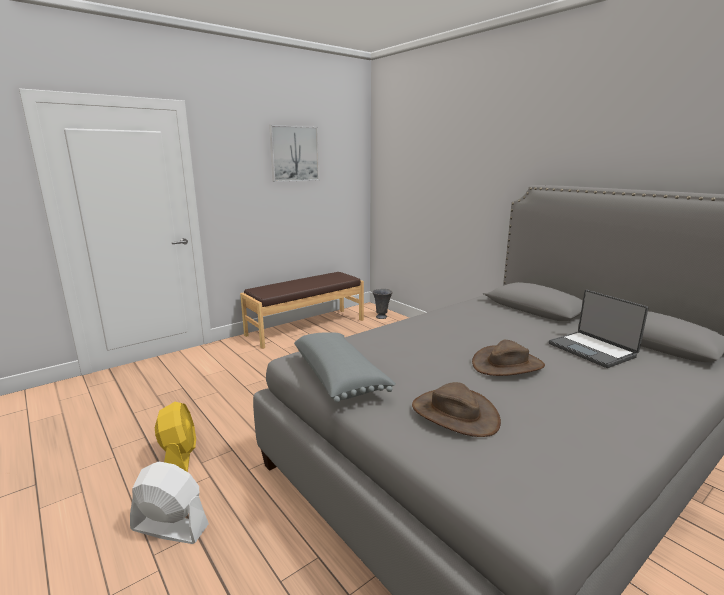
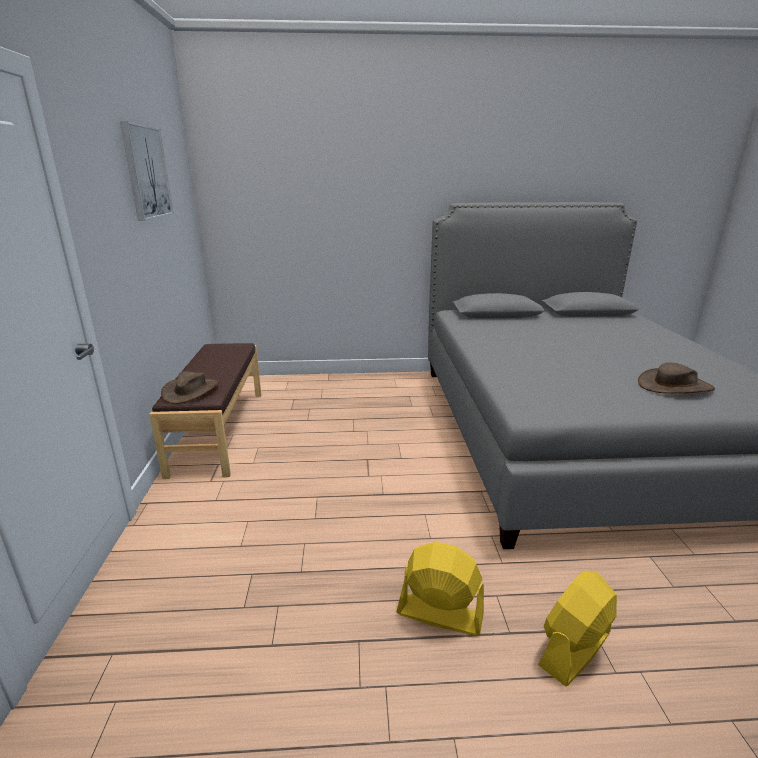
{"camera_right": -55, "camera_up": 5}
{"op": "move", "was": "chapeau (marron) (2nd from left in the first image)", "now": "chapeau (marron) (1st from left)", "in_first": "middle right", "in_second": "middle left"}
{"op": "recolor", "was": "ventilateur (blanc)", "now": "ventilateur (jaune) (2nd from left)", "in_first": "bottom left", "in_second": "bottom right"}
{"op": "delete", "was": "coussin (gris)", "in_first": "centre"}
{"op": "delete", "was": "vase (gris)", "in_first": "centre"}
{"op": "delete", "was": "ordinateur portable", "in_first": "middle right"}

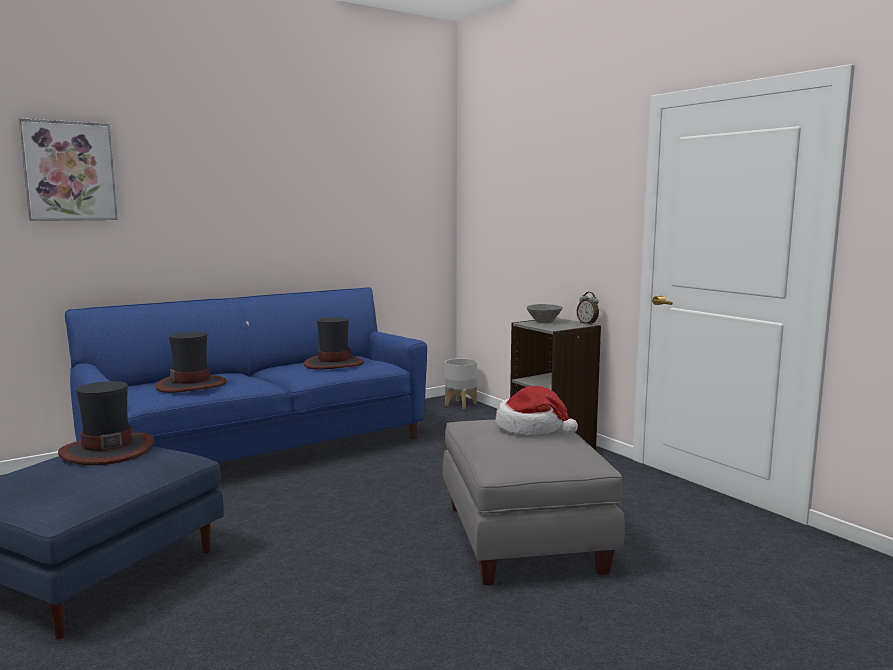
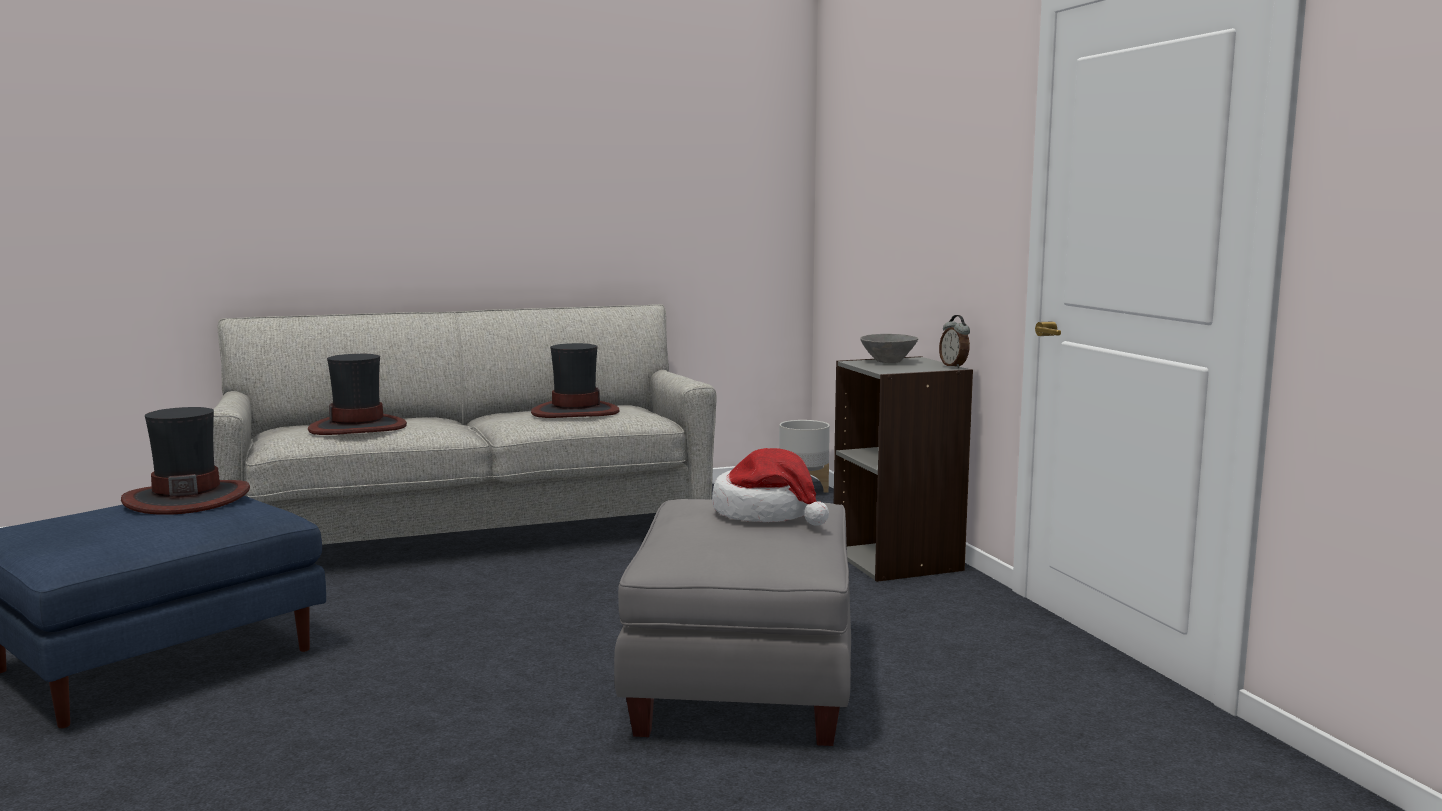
{"camera_right": 15, "camera_up": 0}
{"op": "recolor", "was": "canapé (bleu)", "now": "canapé (gris)", "in_first": "middle left", "in_second": "middle left"}
{"op": "delete", "was": "tableau", "in_first": "top left"}

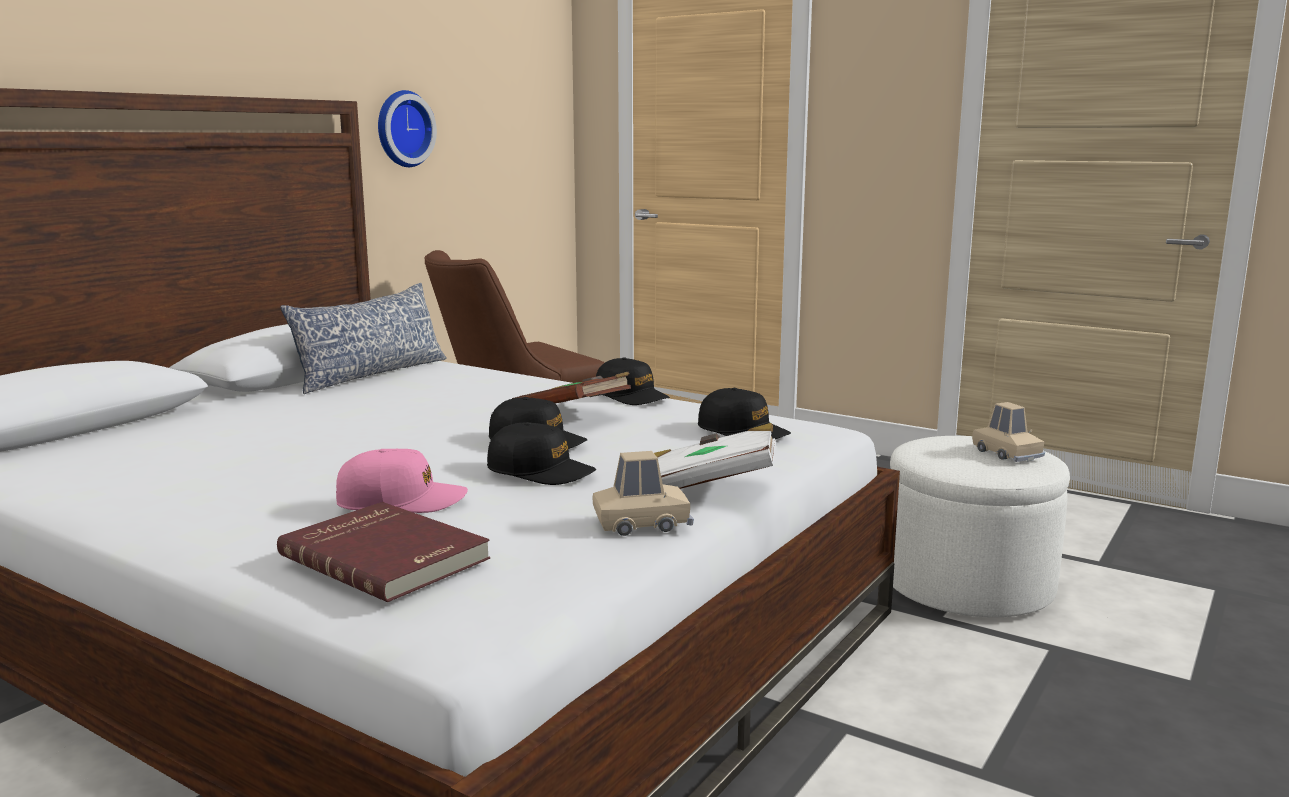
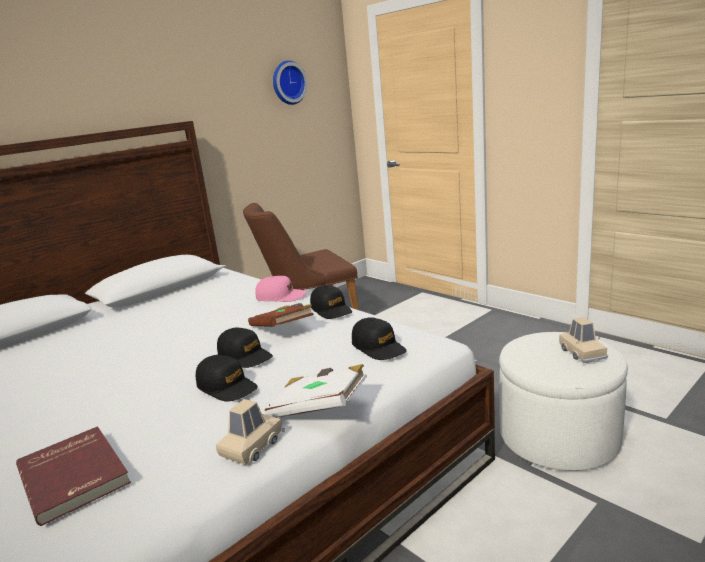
{"camera_right": 15, "camera_up": 5}
{"op": "rotate", "was": "petite voiture (beige) (1st from left)", "in_first": "centre", "in_second": "bottom centre", "clockwise": -60}
{"op": "move", "was": "casquette (rose)", "in_first": "middle left", "in_second": "centre"}
{"op": "move", "was": "horloge murale", "in_first": "top left", "in_second": "top centre"}
{"op": "delete", "was": "coussin", "in_first": "middle left"}

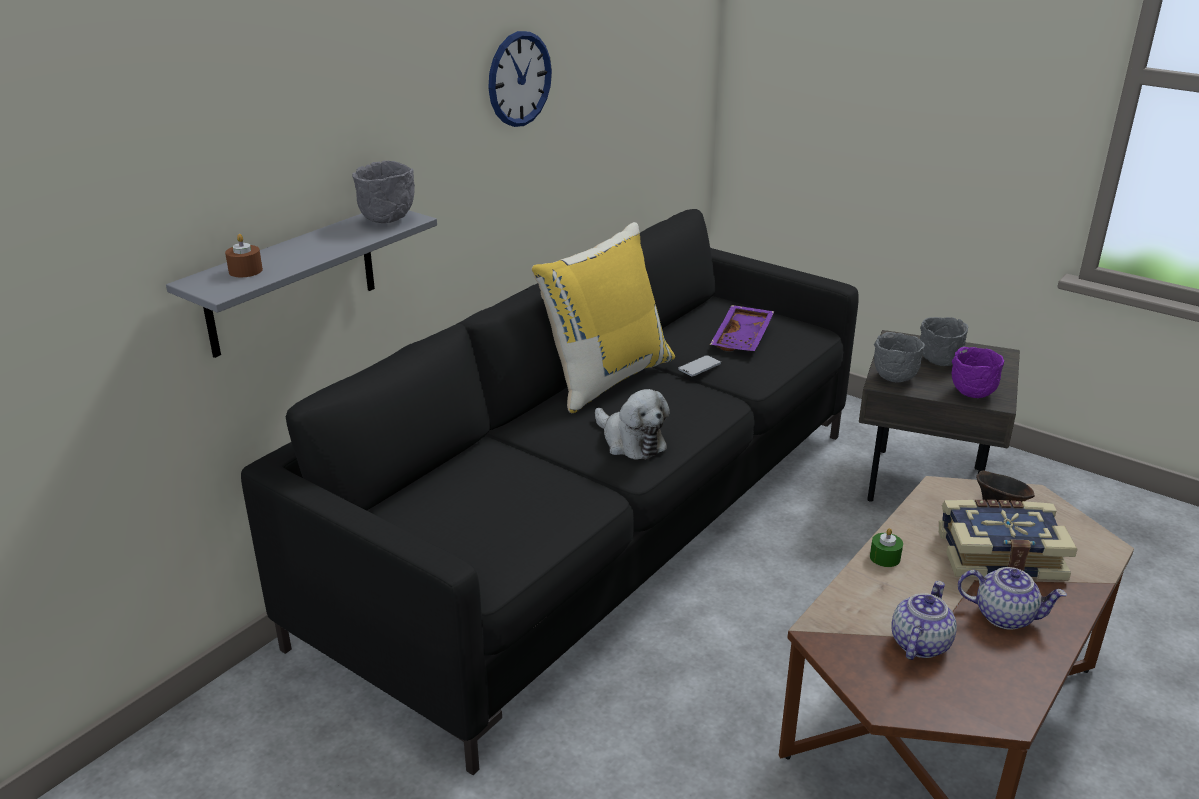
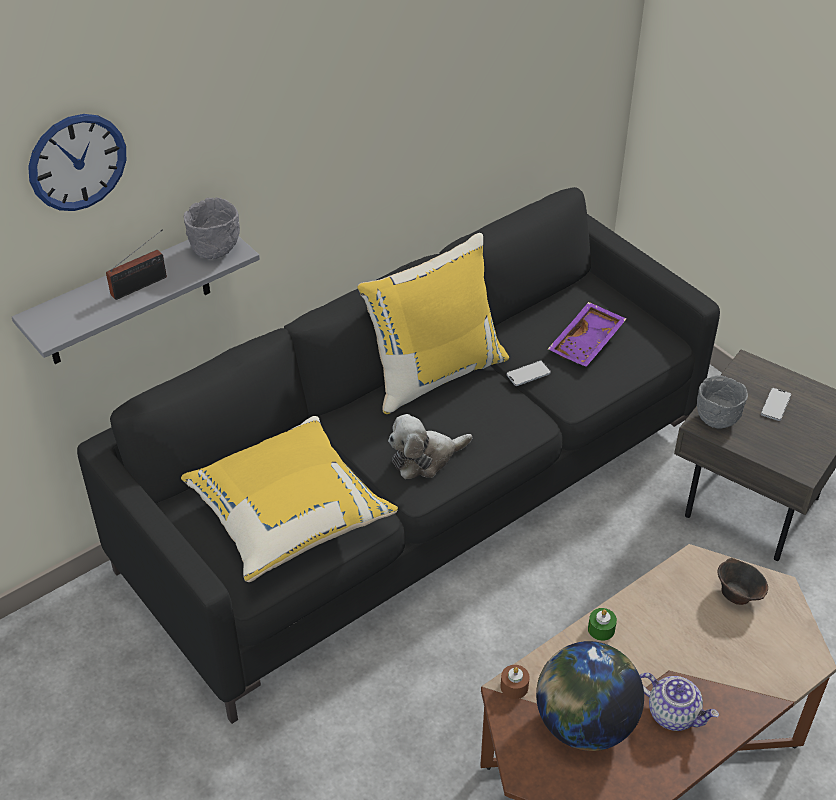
{"camera_right": 15, "camera_up": 15}
{"op": "move", "was": "horloge murale", "in_first": "top centre", "in_second": "top left"}
{"op": "insert", "now": "radio", "in_second": "top left"}
{"op": "insert", "now": "coussin (jaune) (1st from left)", "in_second": "centre"}
{"op": "rotate", "was": "peluche", "in_first": "centre", "in_second": "centre", "clockwise": 90}
{"op": "move", "was": "bougie (marron)", "in_first": "top left", "in_second": "bottom centre"}
{"op": "replace", "was": "théière (1st from left)", "now": "globe", "in_first": "bottom right", "in_second": "bottom right"}
{"op": "replace", "was": "bol (gris) (3rd from left)", "now": "téléphone (2nd from left)", "in_first": "middle right", "in_second": "middle right"}
{"op": "delete", "was": "livre", "in_first": "bottom right"}
{"op": "delete", "was": "bol (violet)", "in_first": "middle right"}

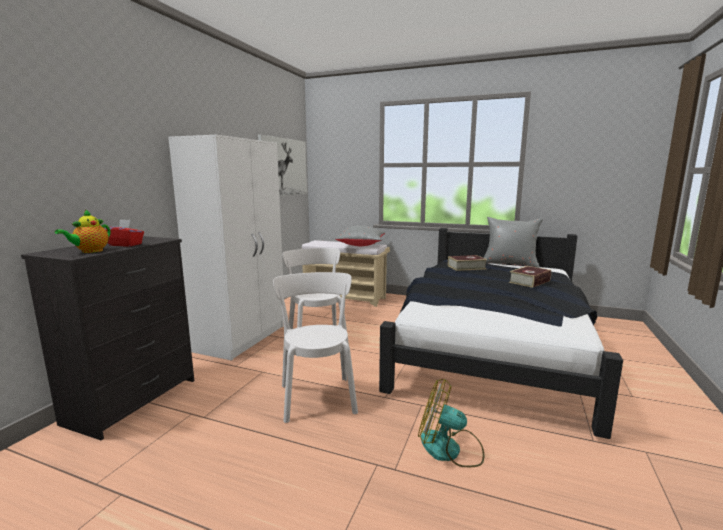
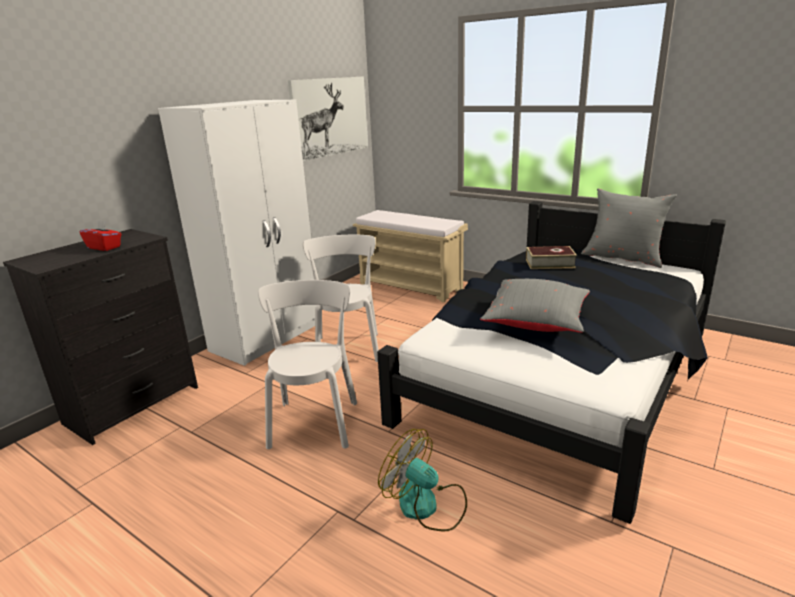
{"camera_right": 15, "camera_up": 10}
{"op": "move", "was": "coussin (gris) (1st from left)", "in_first": "centre", "in_second": "middle right"}
{"op": "delete", "was": "théière", "in_first": "middle left"}
{"op": "delete", "was": "livre (2nd from left)", "in_first": "middle right"}

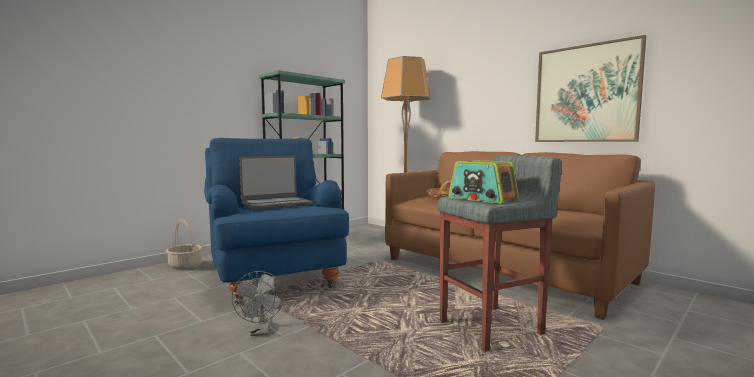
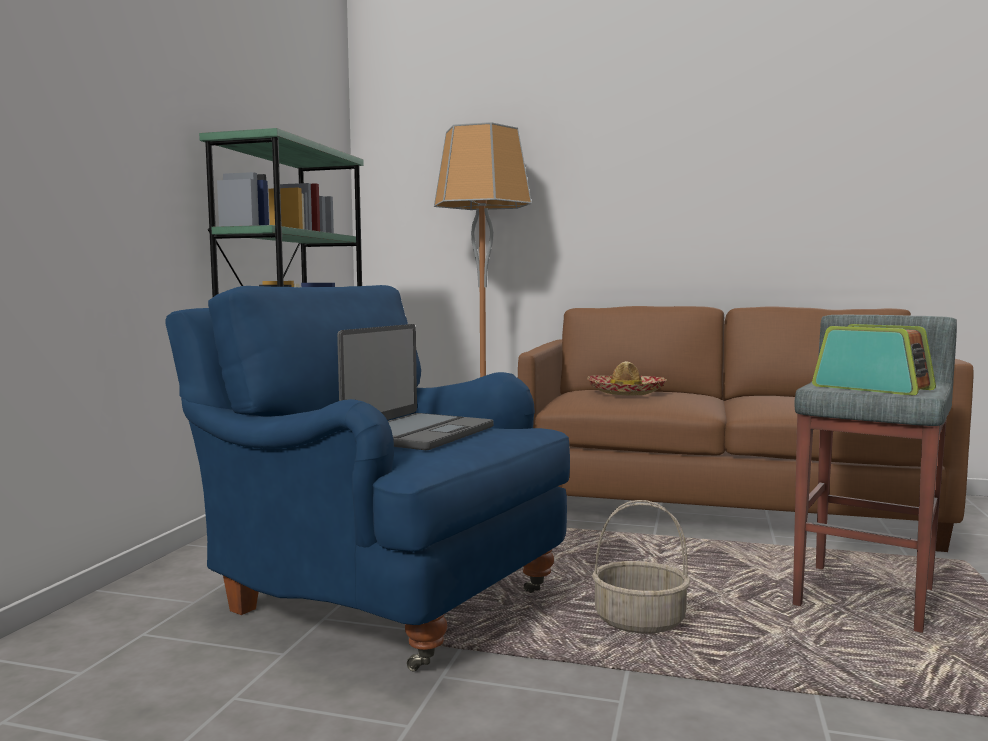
{"camera_right": -30, "camera_up": 0}
{"op": "move", "was": "panier", "in_first": "middle left", "in_second": "bottom centre"}
{"op": "rotate", "was": "radio", "in_first": "centre", "in_second": "middle right", "clockwise": -150}
{"op": "delete", "was": "ventilateur (gris)", "in_first": "bottom centre"}
{"op": "delete", "was": "tableau", "in_first": "top right"}

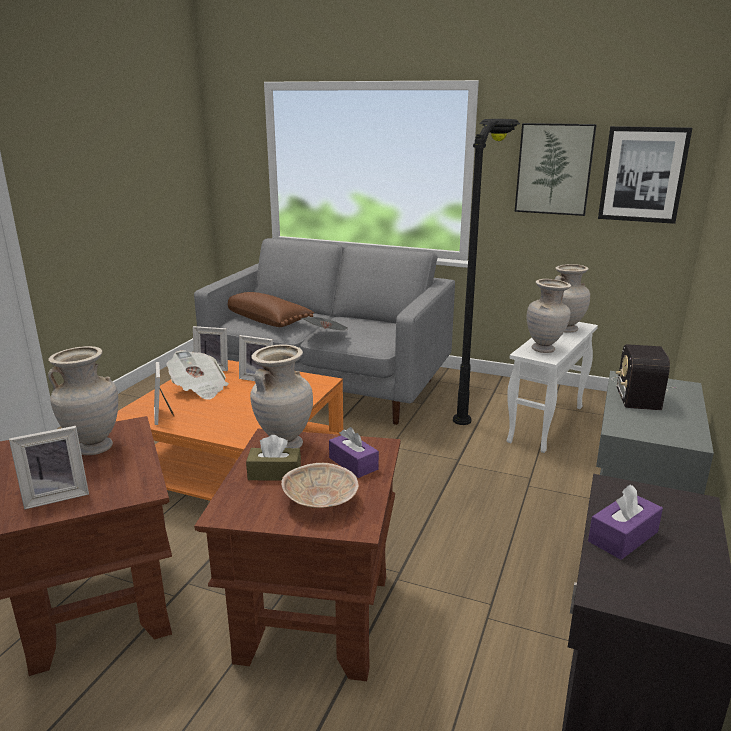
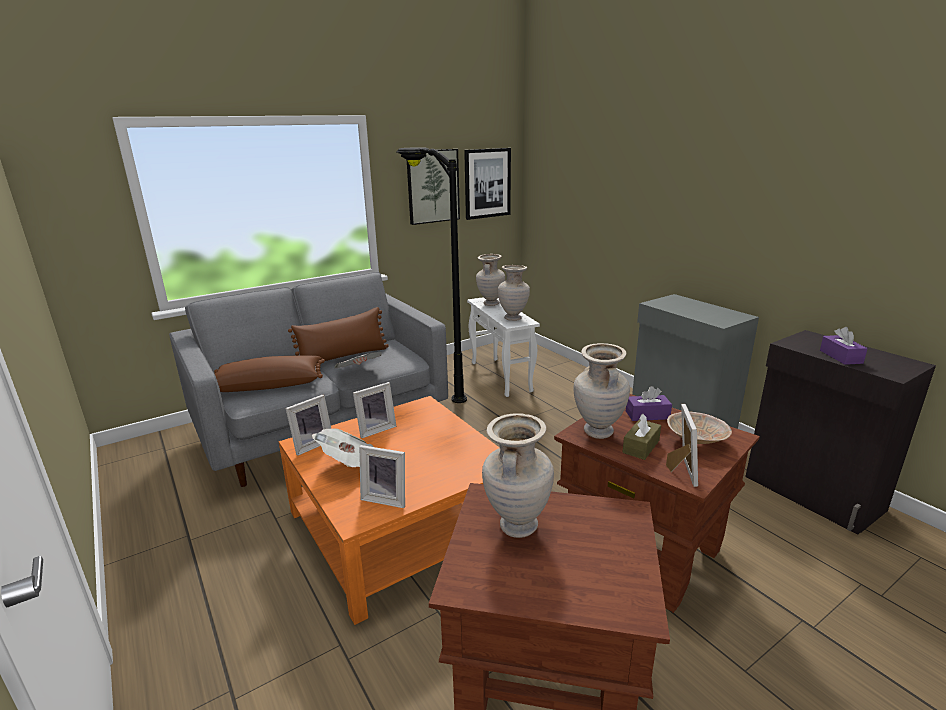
{"camera_right": -55, "camera_up": 0}
{"op": "insert", "now": "coussin (marron) (2nd from left)", "in_second": "centre"}
{"op": "move", "was": "cadre photo (1st from left in the first image)", "now": "cadre photo (4th from left)", "in_first": "middle left", "in_second": "middle right"}
{"op": "delete", "was": "radio", "in_first": "middle right"}

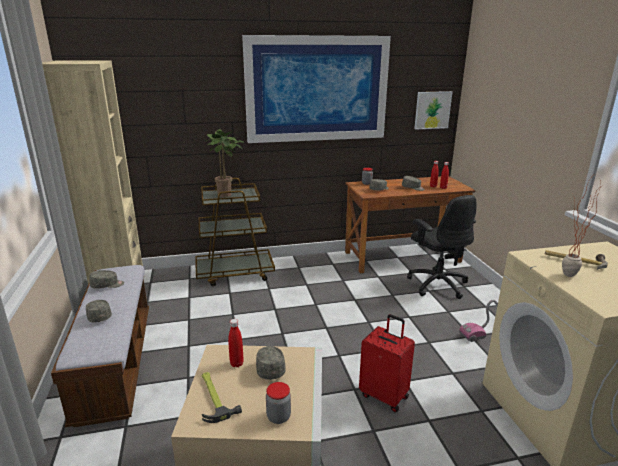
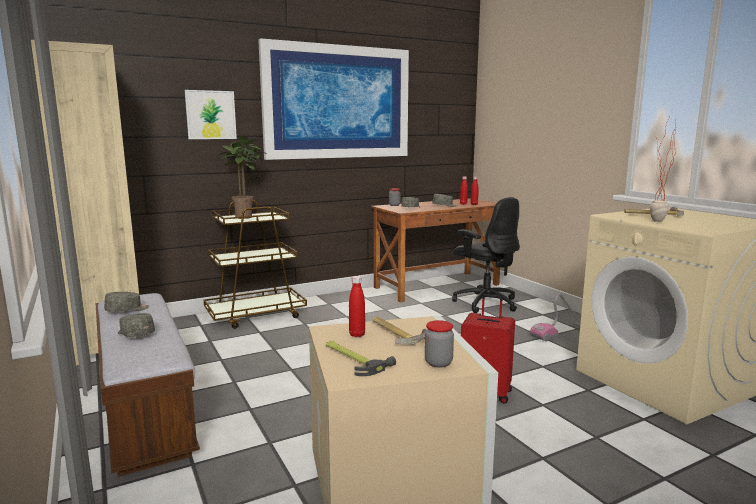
{"camera_right": -15, "camera_up": -10}
{"op": "move", "was": "tableau (2nd from left in the first image)", "now": "tableau (1st from left)", "in_first": "top right", "in_second": "top left"}
{"op": "replace", "was": "casquette (gris) (3rd from left)", "now": "marteau (2nd from left)", "in_first": "bottom centre", "in_second": "centre"}

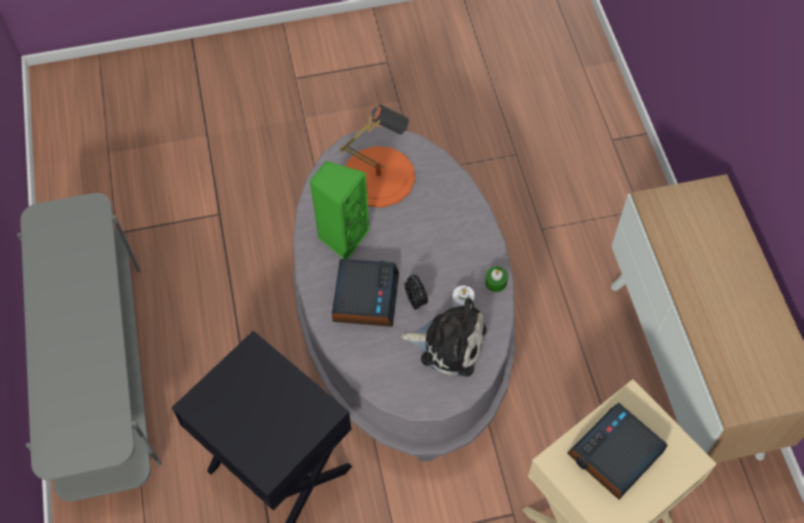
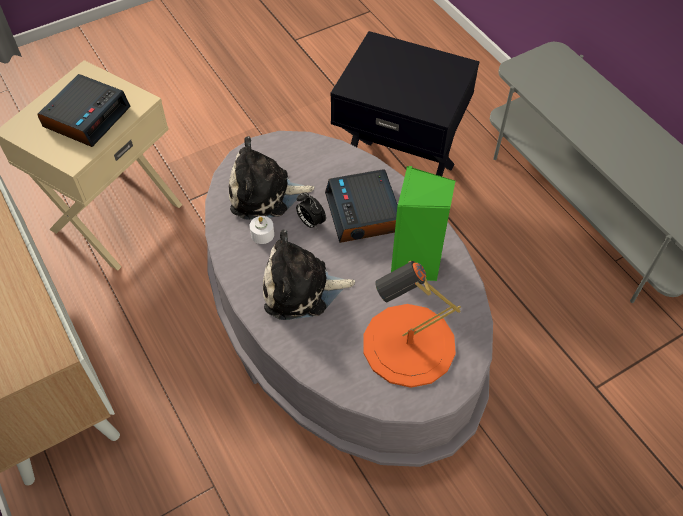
{"camera_right": 160, "camera_up": -5}
{"op": "insert", "now": "peluche (2nd from left)", "in_second": "centre"}
{"op": "delete", "was": "bougie (vert)", "in_first": "centre"}

